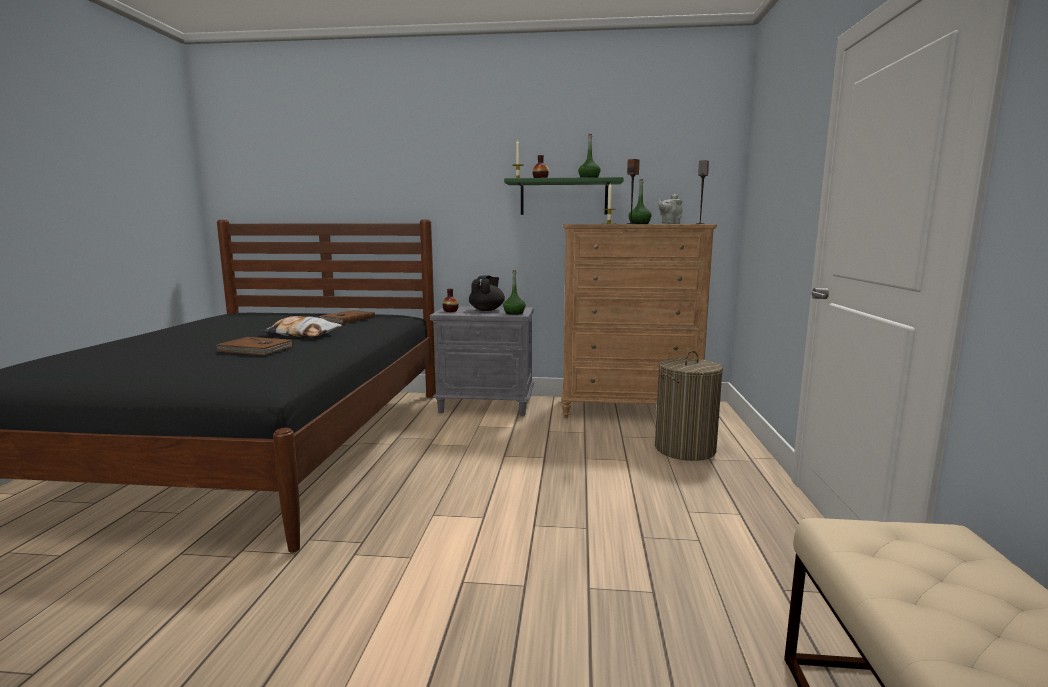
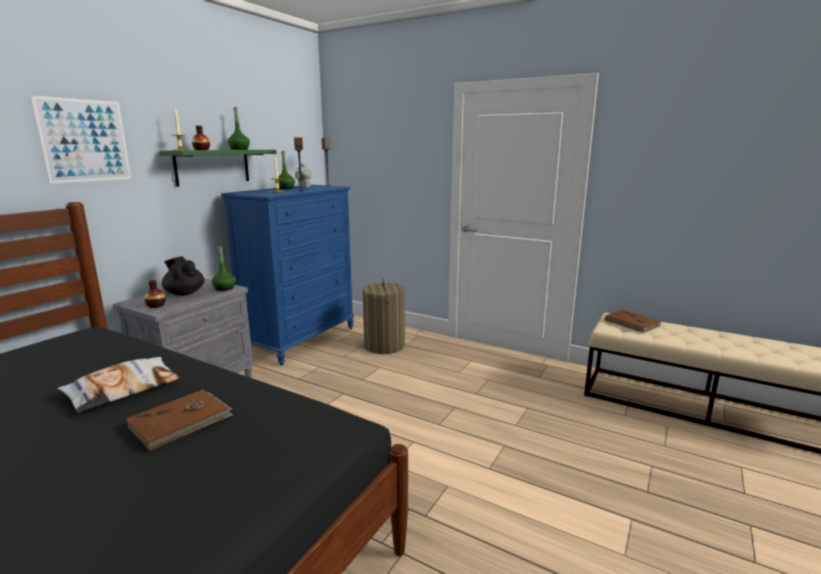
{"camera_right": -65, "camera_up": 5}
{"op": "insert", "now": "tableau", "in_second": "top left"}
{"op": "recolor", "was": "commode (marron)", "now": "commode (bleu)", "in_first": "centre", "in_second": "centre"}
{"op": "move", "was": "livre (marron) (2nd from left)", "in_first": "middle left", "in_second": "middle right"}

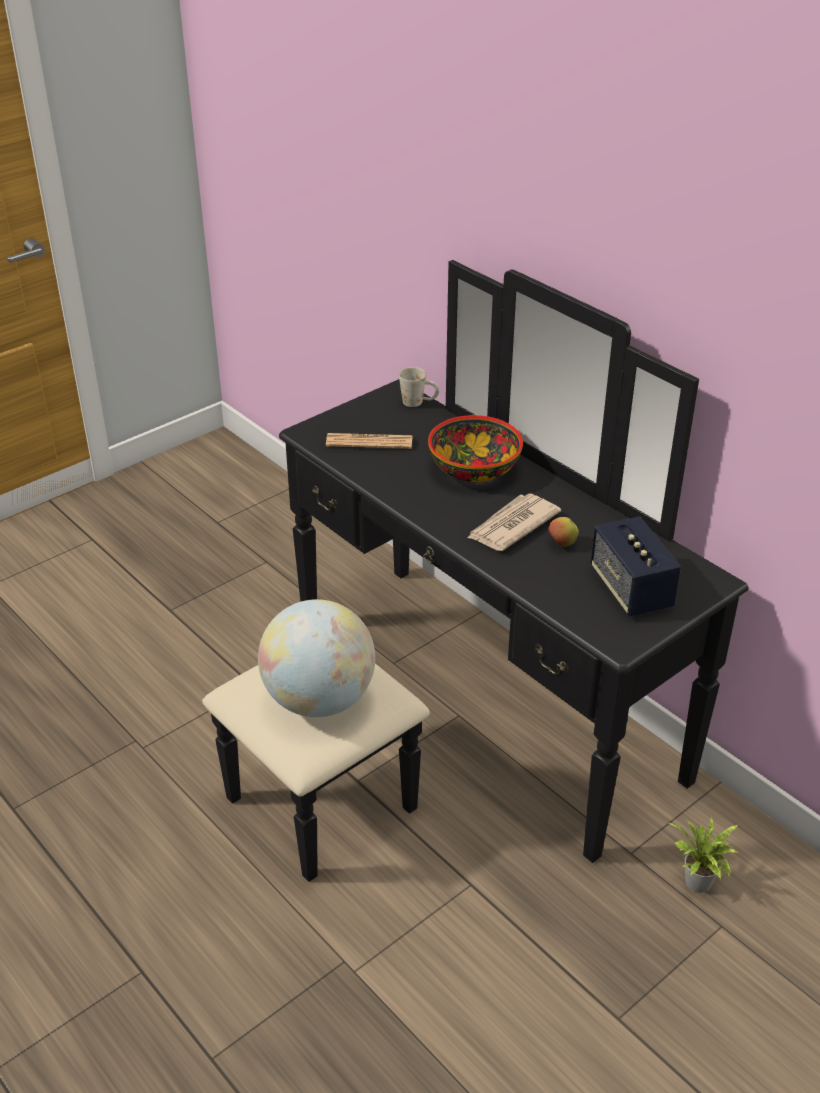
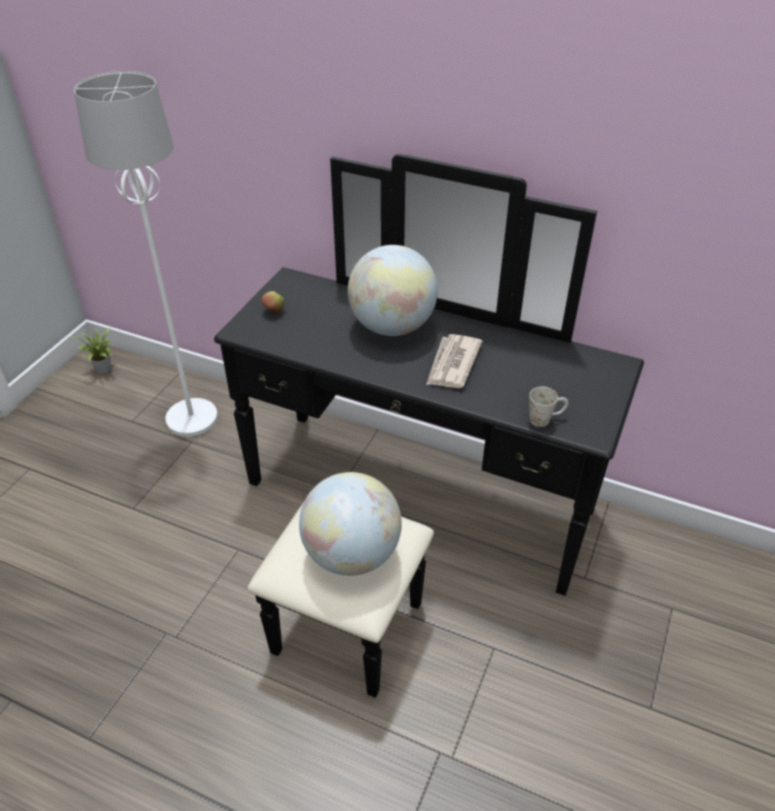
{"camera_right": -25, "camera_up": 5}
{"op": "insert", "now": "lampadaire (blanc)", "in_second": "top left"}
{"op": "move", "was": "plante en pot", "in_first": "bottom right", "in_second": "middle left"}
{"op": "move", "was": "pomme", "in_first": "middle right", "in_second": "centre"}
{"op": "replace", "was": "bol", "now": "globe (2nd from left)", "in_first": "centre", "in_second": "centre"}
{"op": "move", "was": "mug (blanc)", "in_first": "centre", "in_second": "middle right"}
{"op": "delete", "was": "journal (1st from left)", "in_first": "centre"}
{"op": "delete", "was": "enceinte", "in_first": "middle right"}

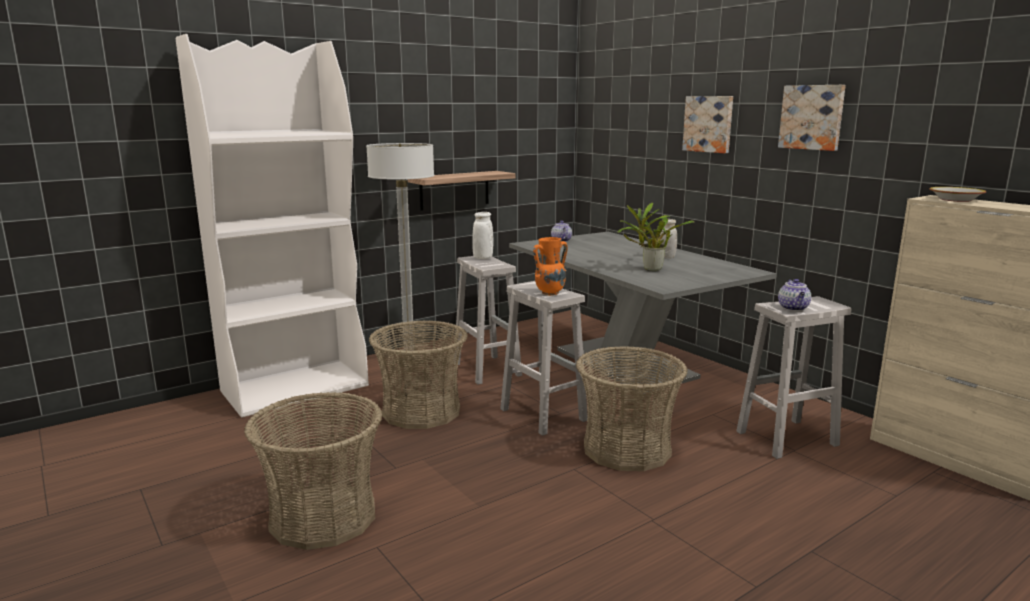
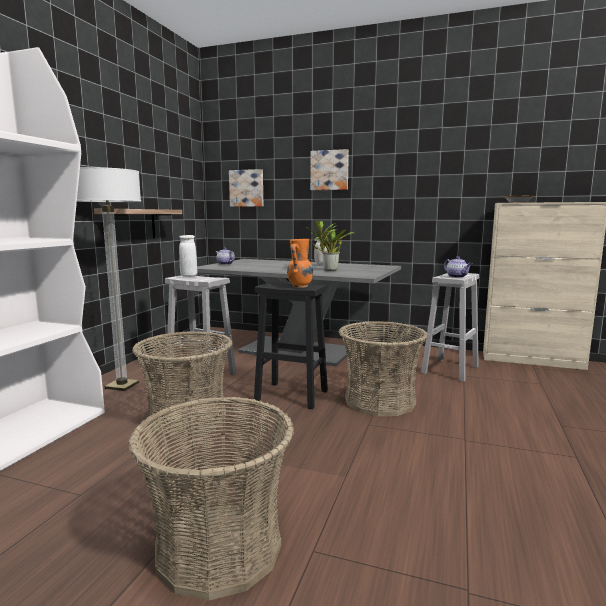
{"camera_right": -35, "camera_up": -5}
{"op": "move", "was": "tableau (2nd from left in the first image)", "now": "tableau (1st from left)", "in_first": "top right", "in_second": "top centre"}
{"op": "recolor", "was": "tabouret (blanc) (2nd from left)", "now": "tabouret (noir)", "in_first": "centre", "in_second": "centre"}

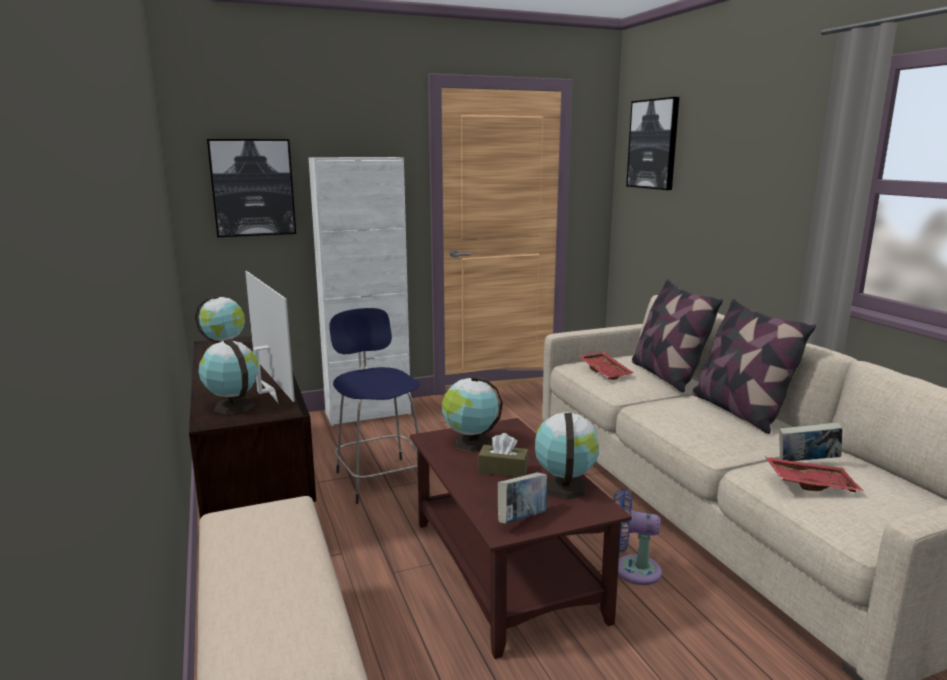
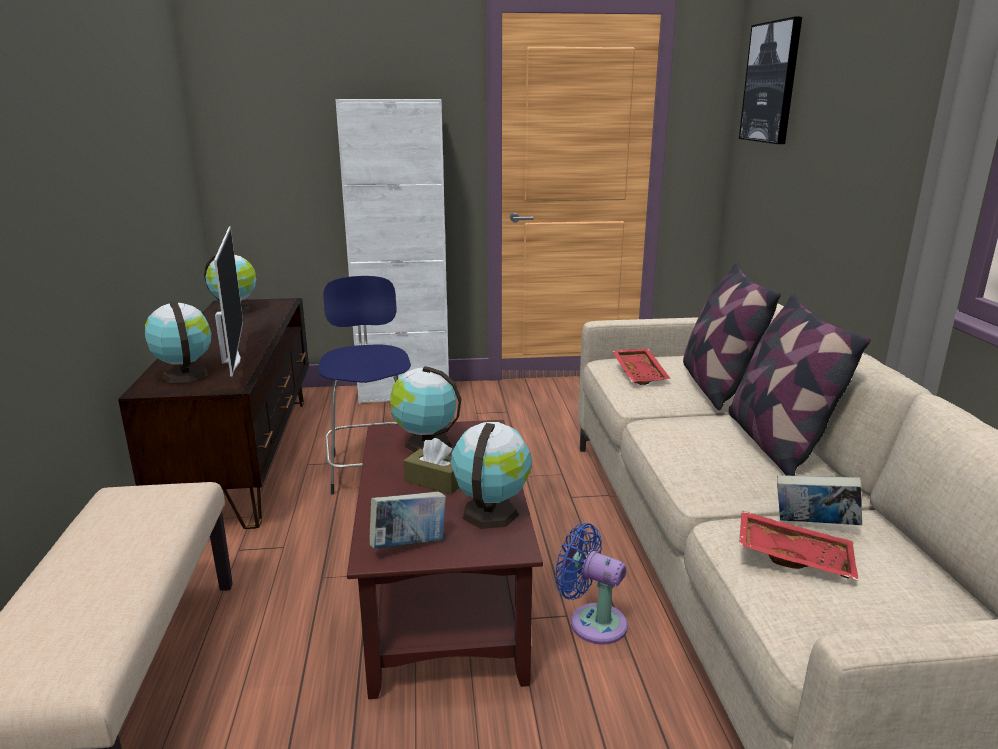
{"camera_right": 15, "camera_up": 5}
{"op": "delete", "was": "tableau (1st from left)", "in_first": "top left"}

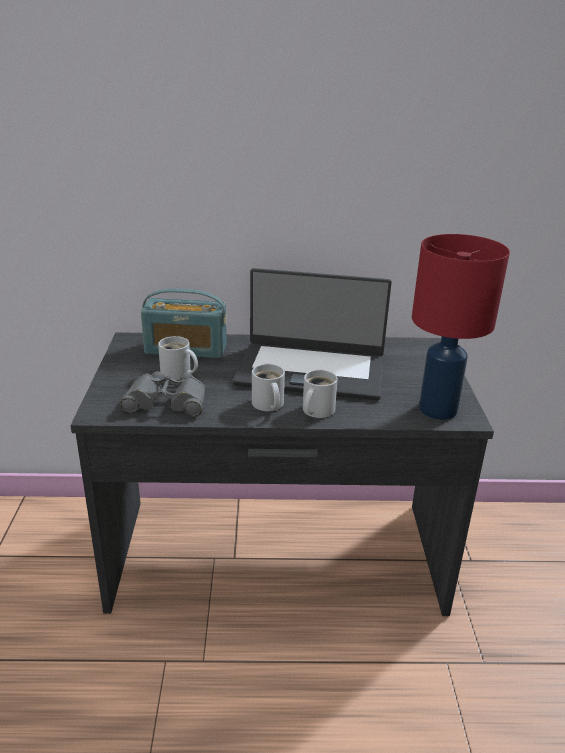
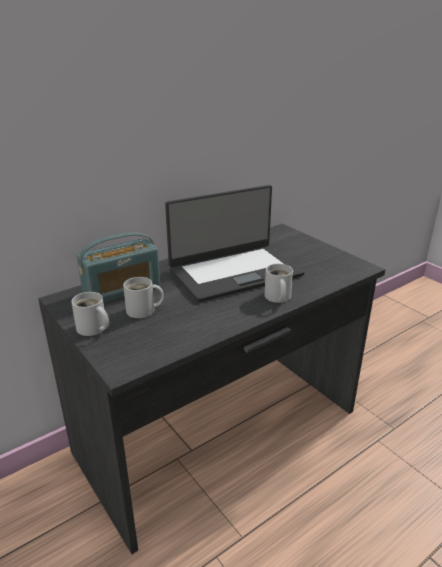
{"camera_right": -35, "camera_up": 0}
{"op": "move", "was": "mug (blanc) (2nd from left in the first image)", "now": "mug (blanc) (1st from left)", "in_first": "centre", "in_second": "middle left"}
{"op": "delete", "was": "jumelles (gris)", "in_first": "middle left"}
{"op": "delete", "was": "lampe de table (rouge)", "in_first": "middle right"}

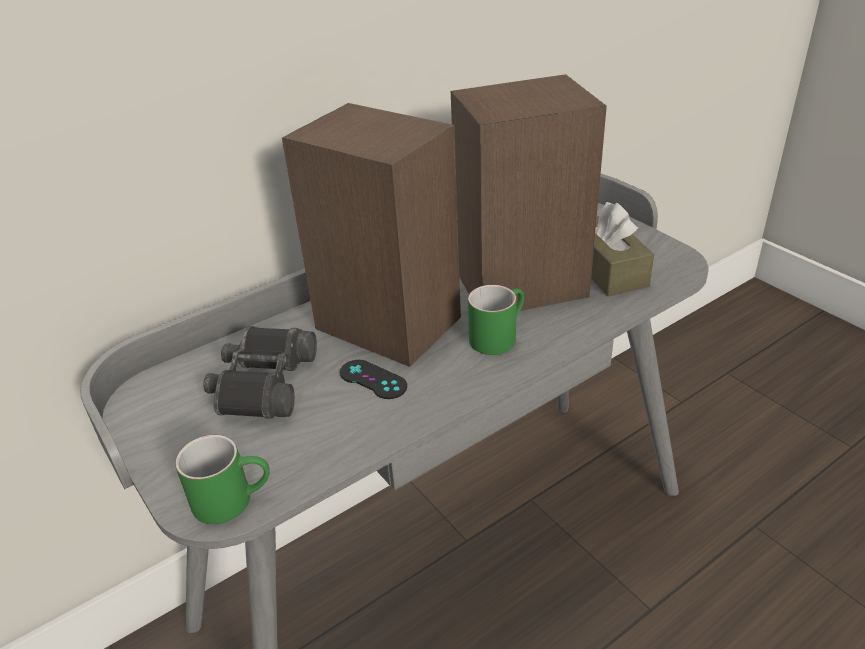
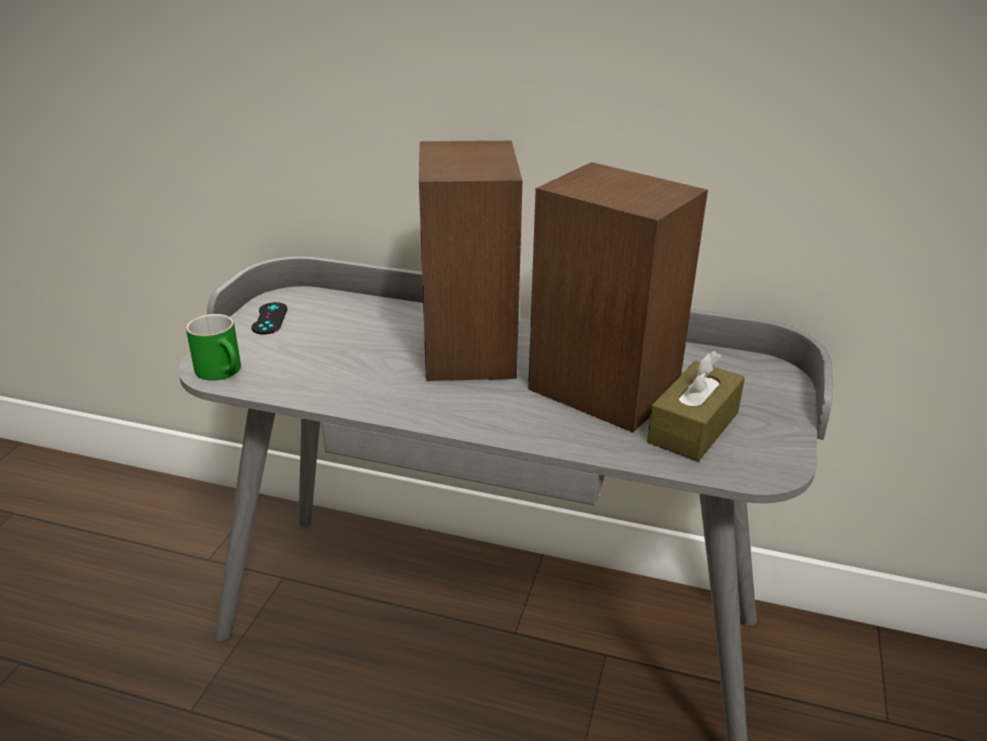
{"camera_right": 50, "camera_up": -5}
{"op": "move", "was": "manette (noir)", "in_first": "centre", "in_second": "middle left"}
{"op": "delete", "was": "jumelles (noir)", "in_first": "middle left"}
{"op": "delete", "was": "mug (vert) (2nd from left)", "in_first": "centre"}

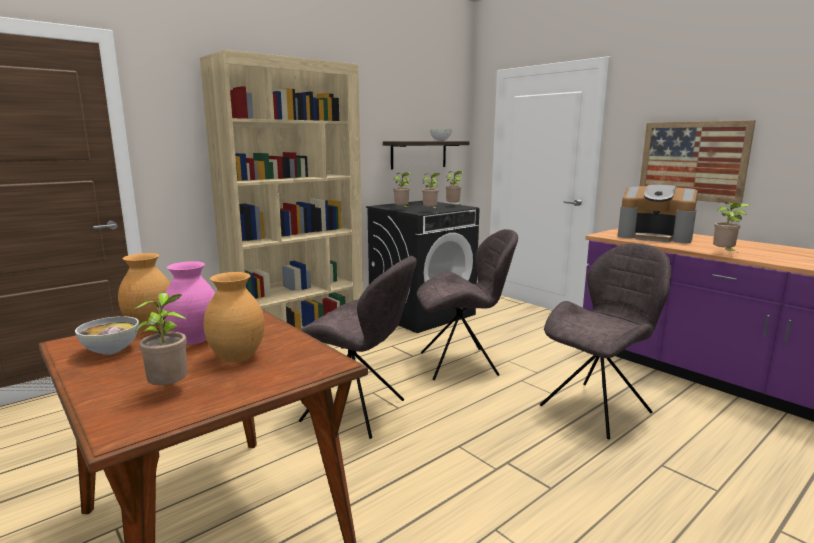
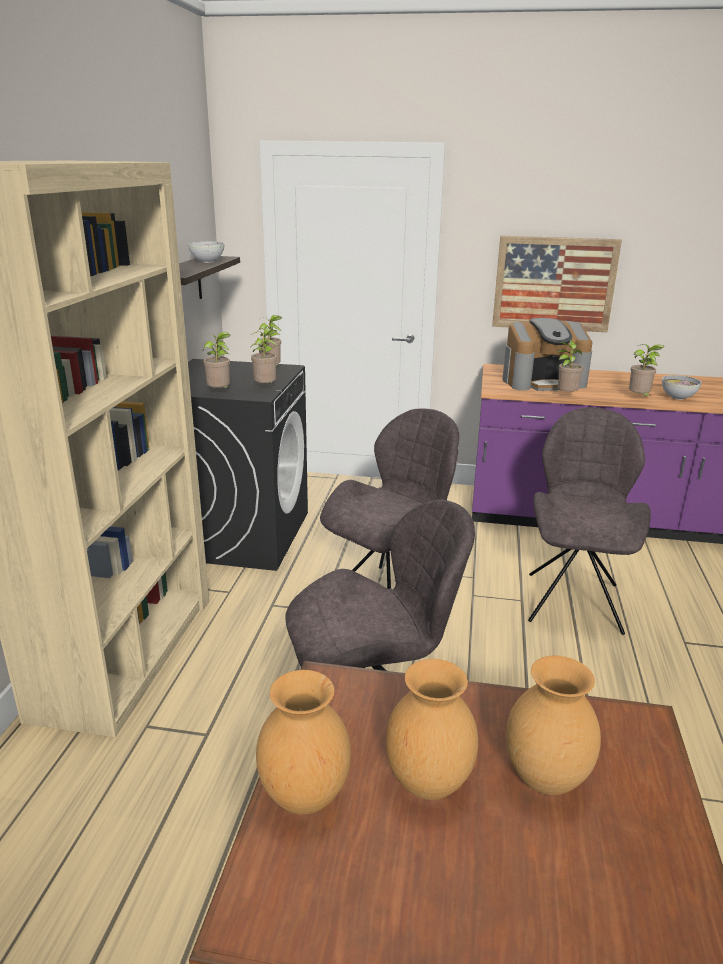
{"camera_right": -40, "camera_up": 10}
{"op": "recolor", "was": "vase (rose)", "now": "vase (marron) (2nd from left)", "in_first": "middle left", "in_second": "bottom centre"}
{"op": "move", "was": "plante en pot (1st from left in the first image)", "now": "plante en pot (4th from left)", "in_first": "middle left", "in_second": "middle right"}
{"op": "move", "was": "bol (1st from left in the first image)", "now": "bol (2nd from left)", "in_first": "middle left", "in_second": "middle right"}

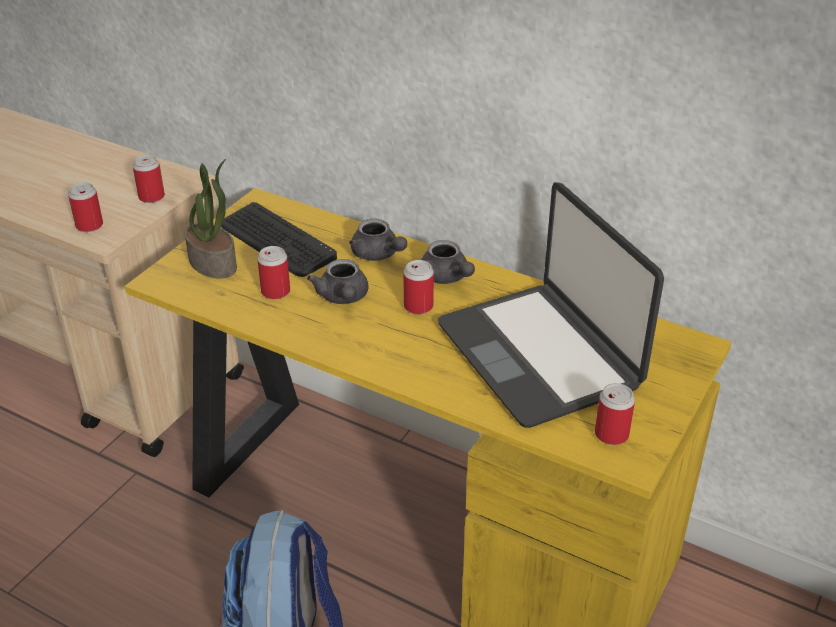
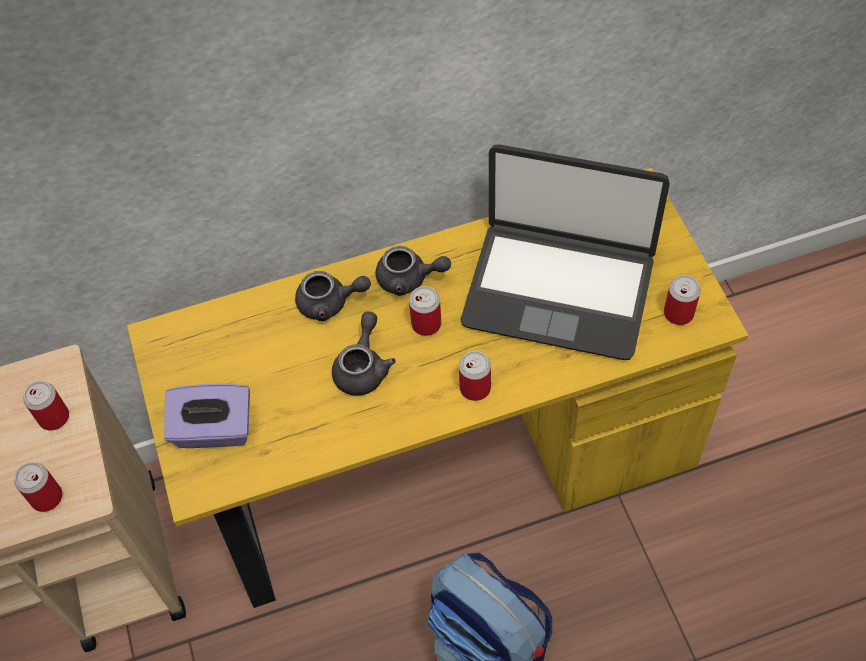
{"camera_right": -45, "camera_up": 20}
{"op": "replace", "was": "plante en pot", "now": "boîte à mouchoirs (violet)", "in_first": "middle left", "in_second": "middle left"}
{"op": "rotate", "was": "théière (gris) (1st from left in the first image)", "in_first": "centre", "in_second": "centre", "clockwise": -105}
{"op": "move", "was": "boîte métallique (3rd from left in the first image)", "now": "boîte métallique (4th from left)", "in_first": "middle left", "in_second": "centre"}
{"op": "delete", "was": "clavier", "in_first": "centre"}

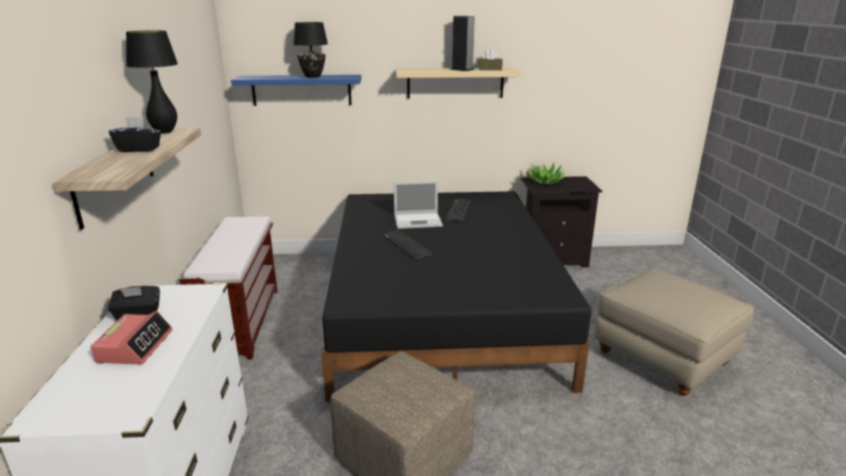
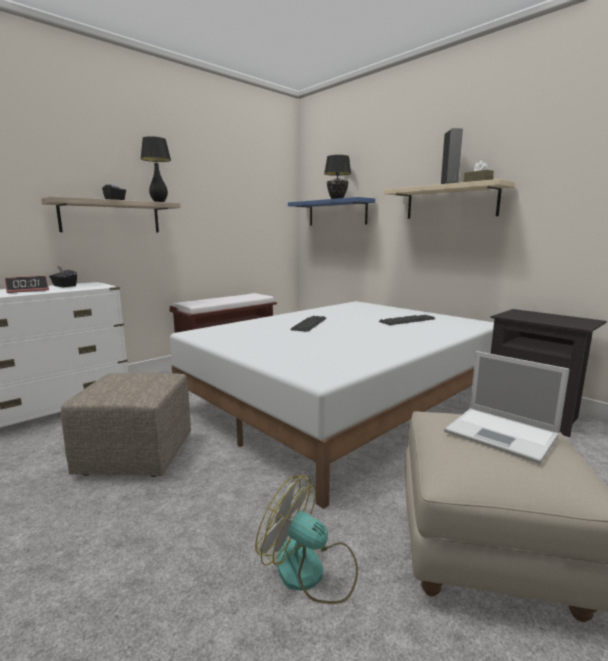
{"camera_right": 50, "camera_up": -10}
{"op": "recolor", "was": "lit (noir)", "now": "lit (blanc)", "in_first": "centre", "in_second": "centre"}
{"op": "insert", "now": "ventilateur", "in_second": "bottom centre"}
{"op": "move", "was": "ordinateur portable", "in_first": "centre", "in_second": "middle right"}
{"op": "delete", "was": "plante en pot", "in_first": "centre"}

